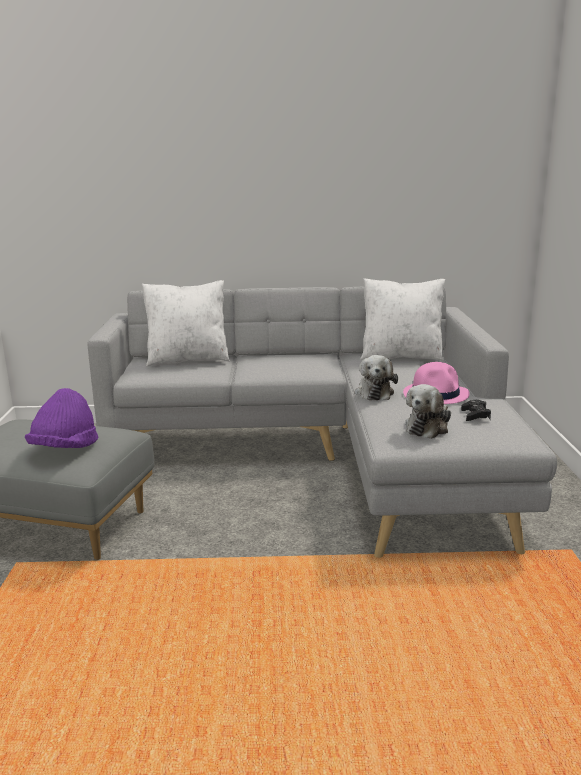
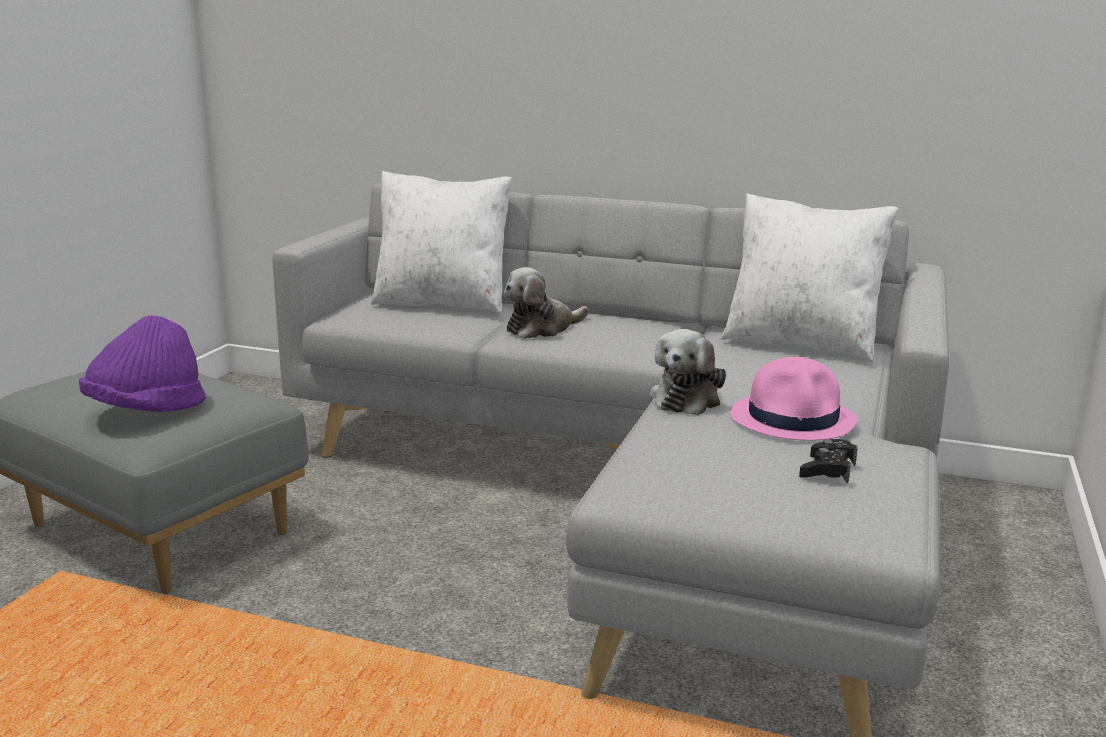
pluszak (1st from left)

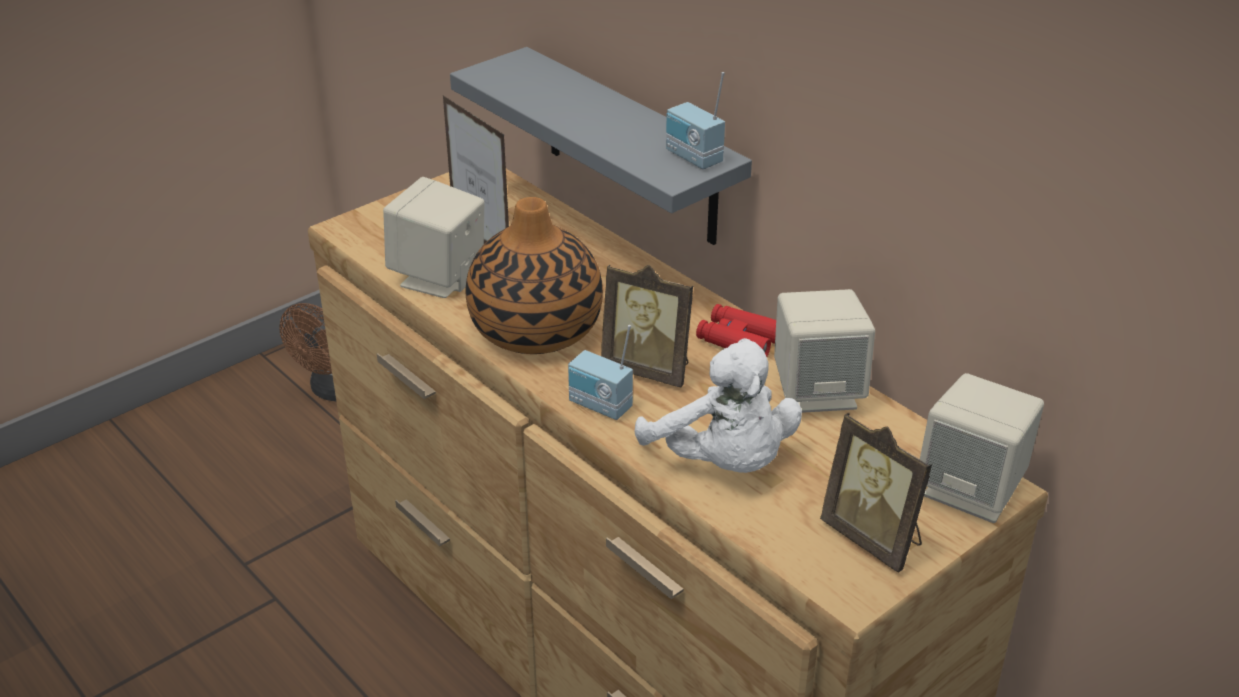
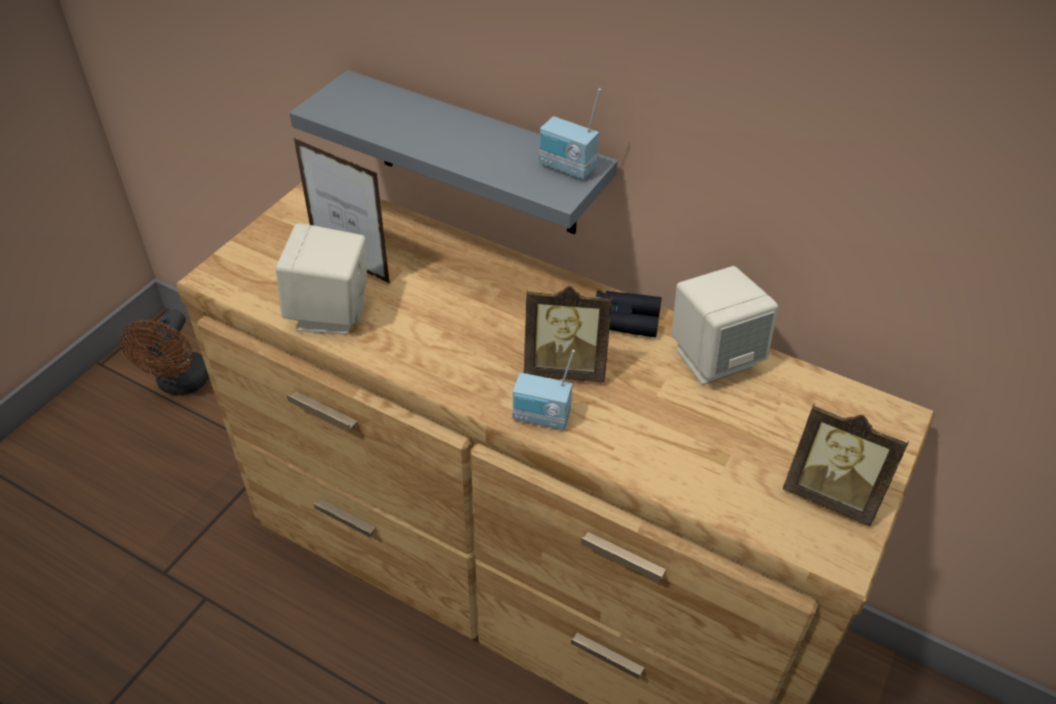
wazon
pluszak [biały]
lornetka [czarny]
głośnik [beżowy] (3rd from left in the first image)

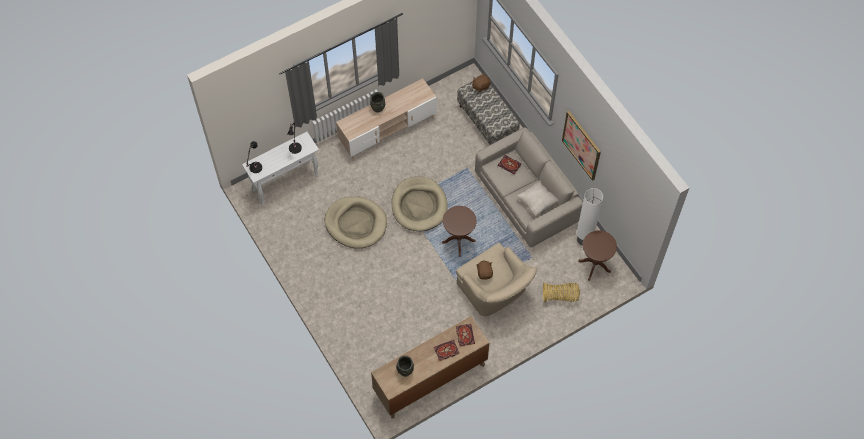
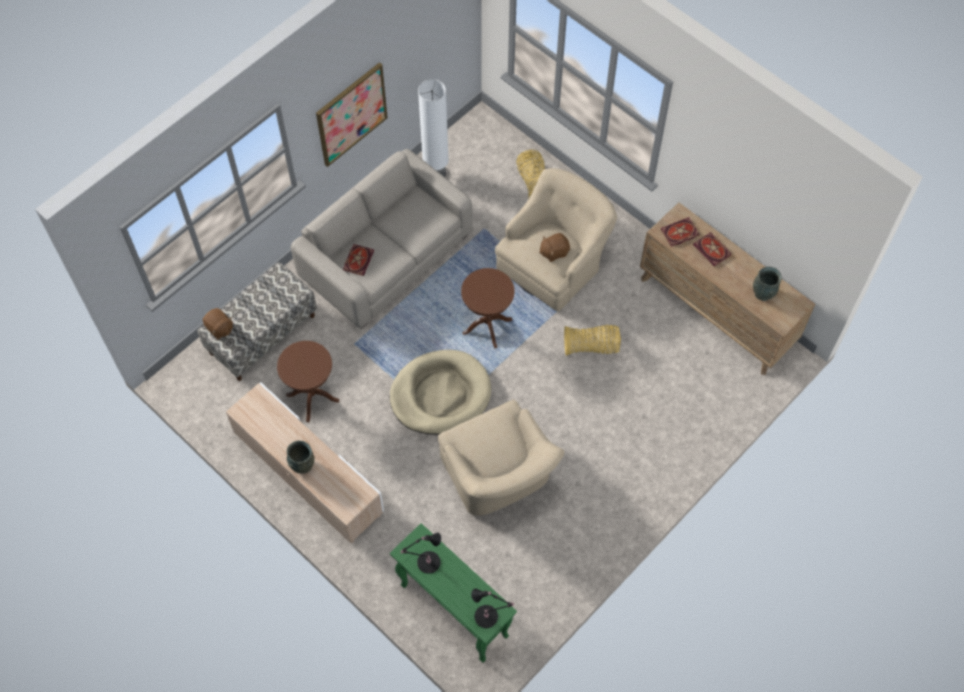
stolik konsolowy [zielony]
fotel [beżowy] (1st from left)
poduszka [beżowy]
stolik [brązowy] (1st from left)
koszyk (2nd from left)

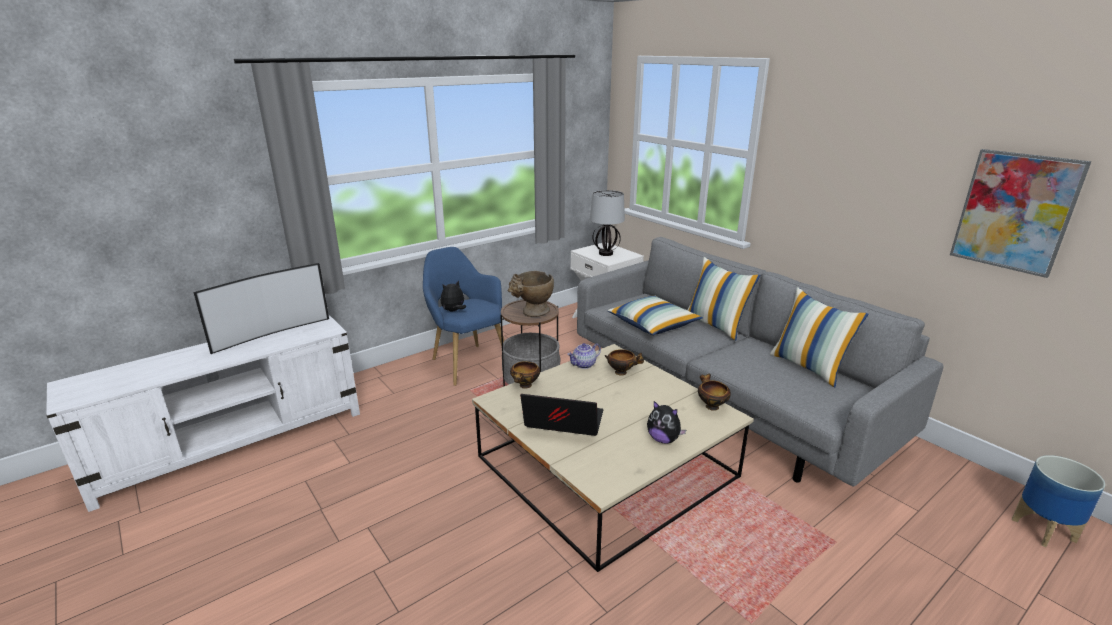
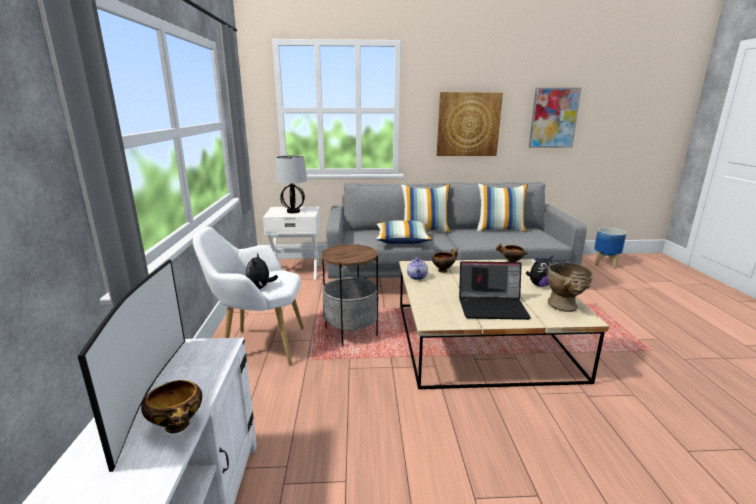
fotel [biały]
wazon [beżowy]
miska (1st from left)
laptop
obraz (1st from left)

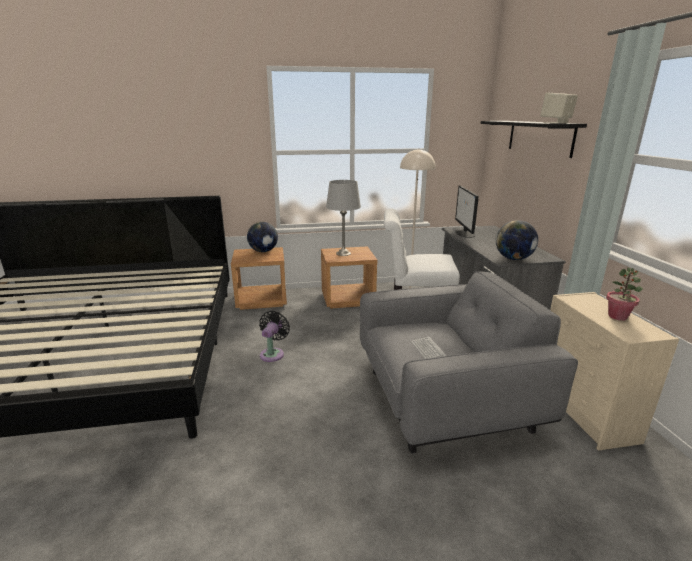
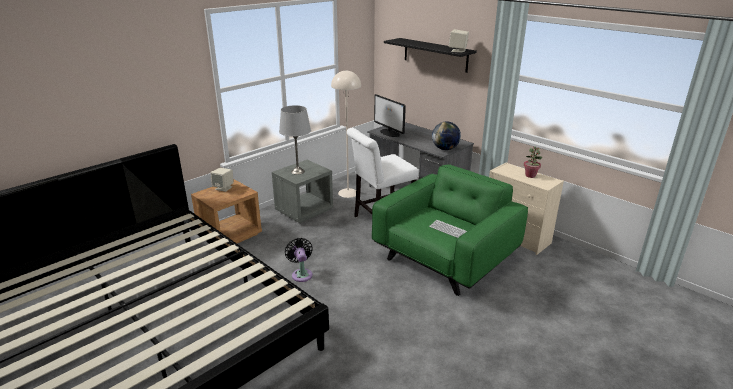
głośnik [beżowy] (1st from left)
szafka nocna [szary]
fotel [zielony]

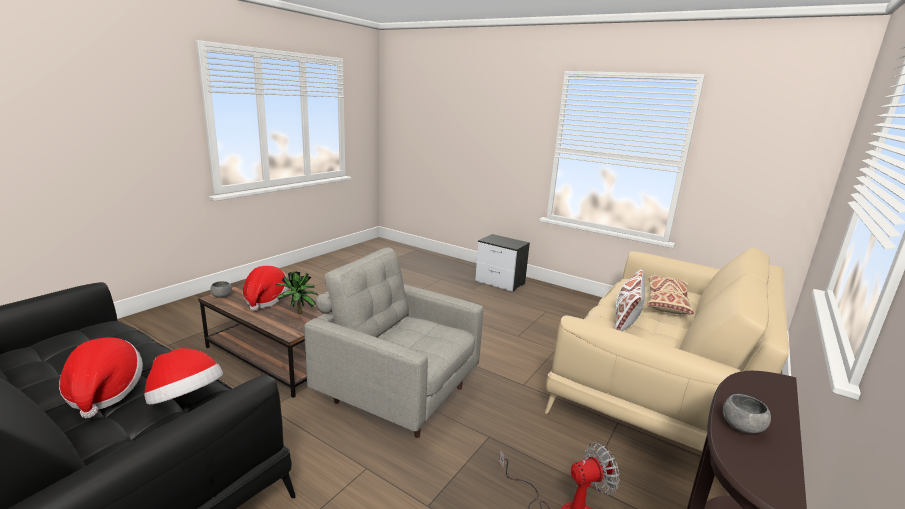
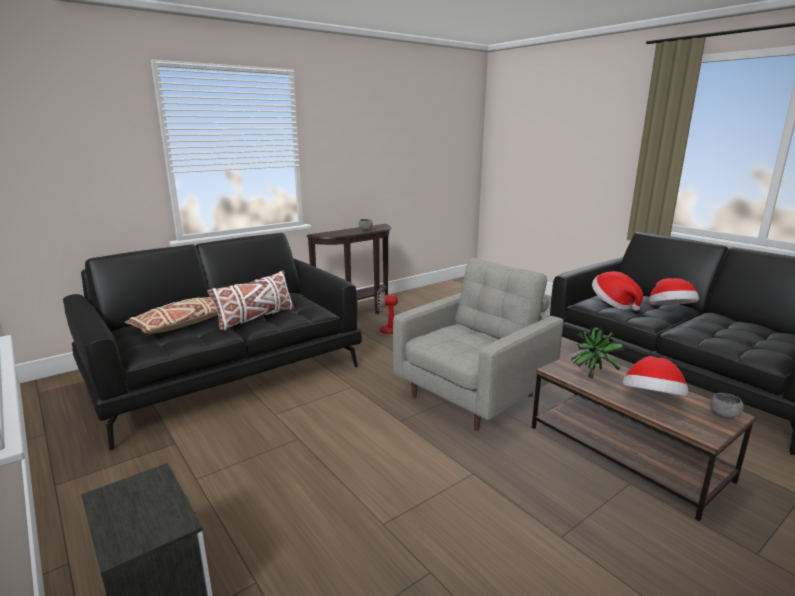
fotel [szary]
kanapa [czarny] (1st from left)

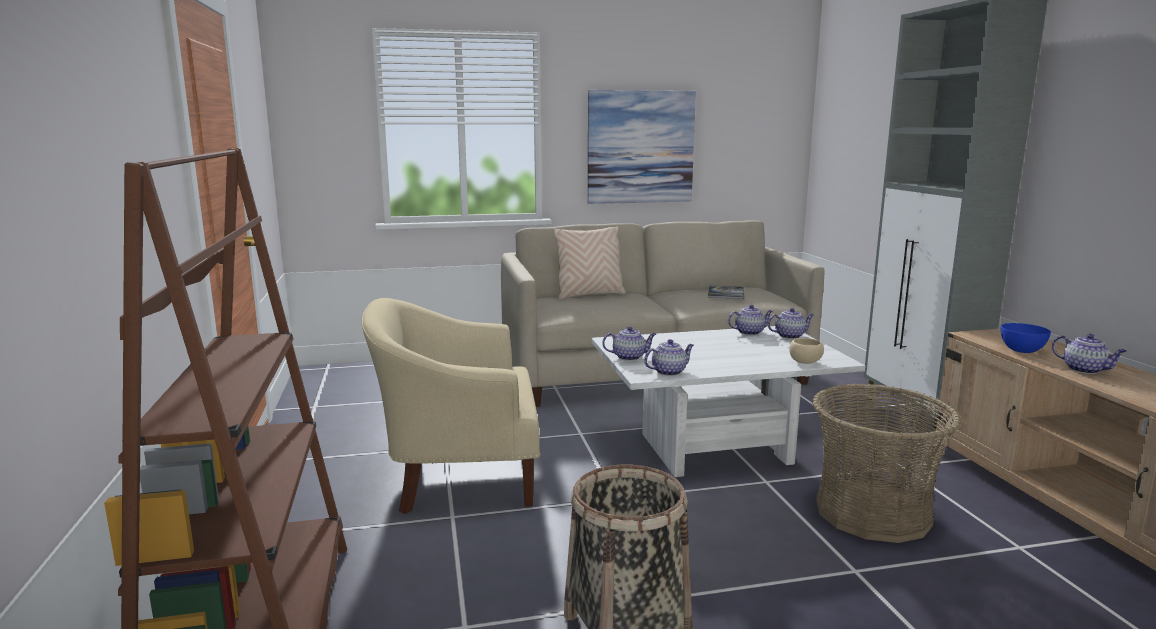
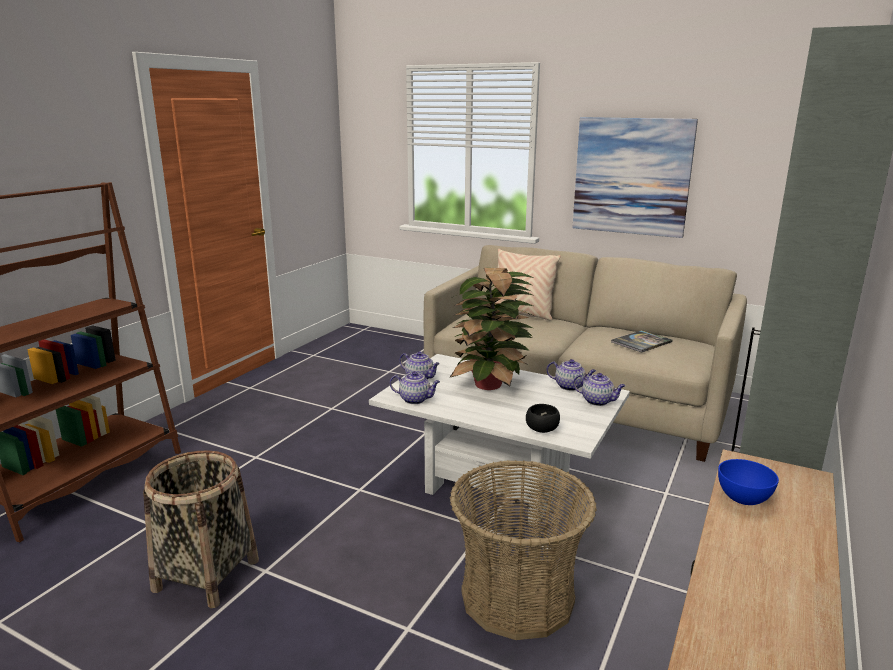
fotel [beżowy]
miska [czarny]
imbryk (5th from left in the first image)
roślina doniczkowa

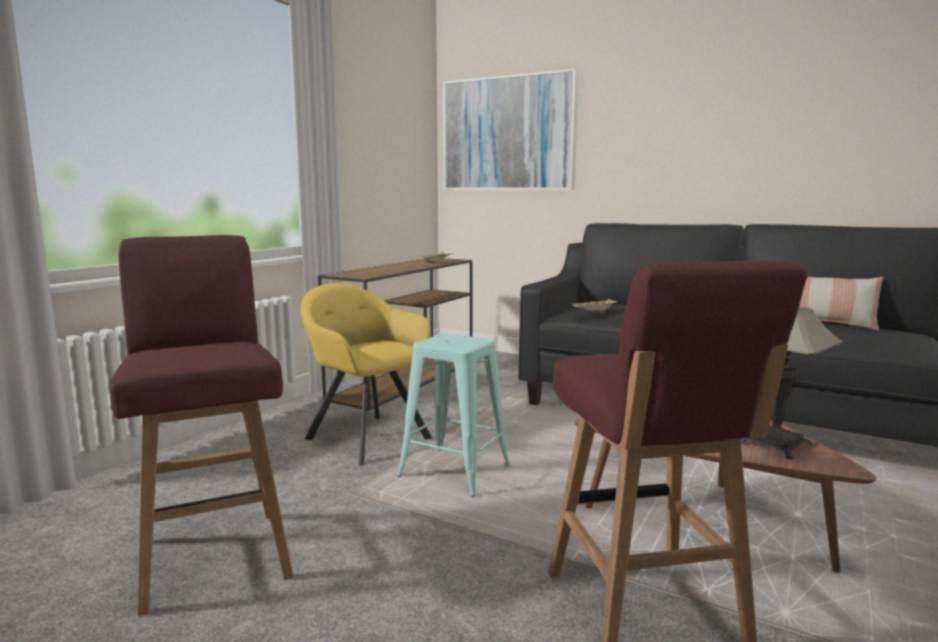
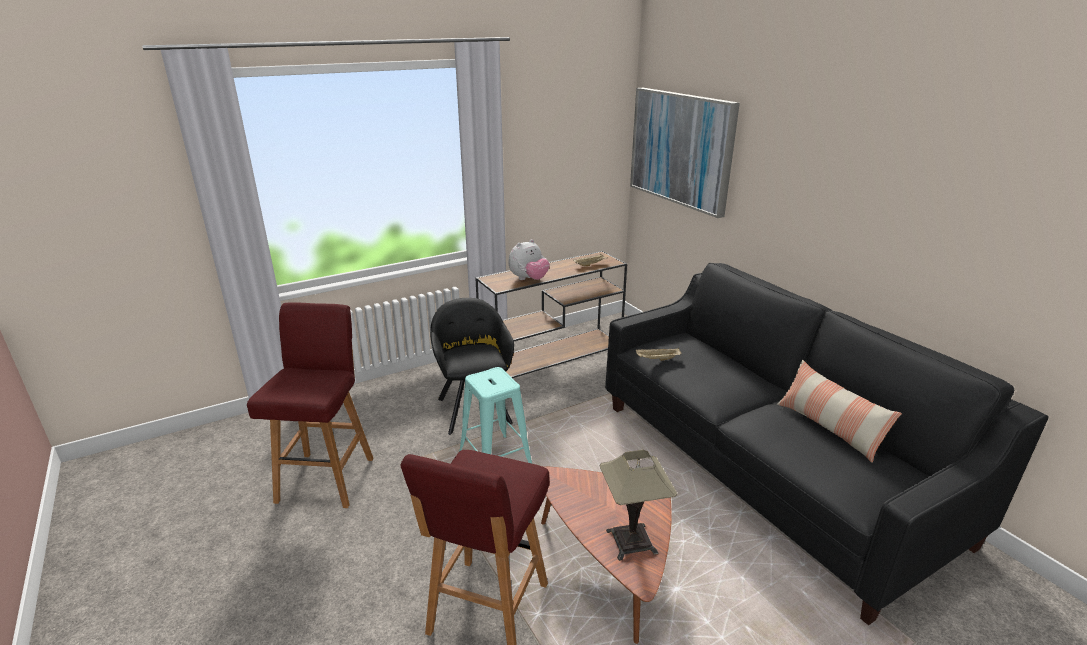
fotel [czarny]
pluszak

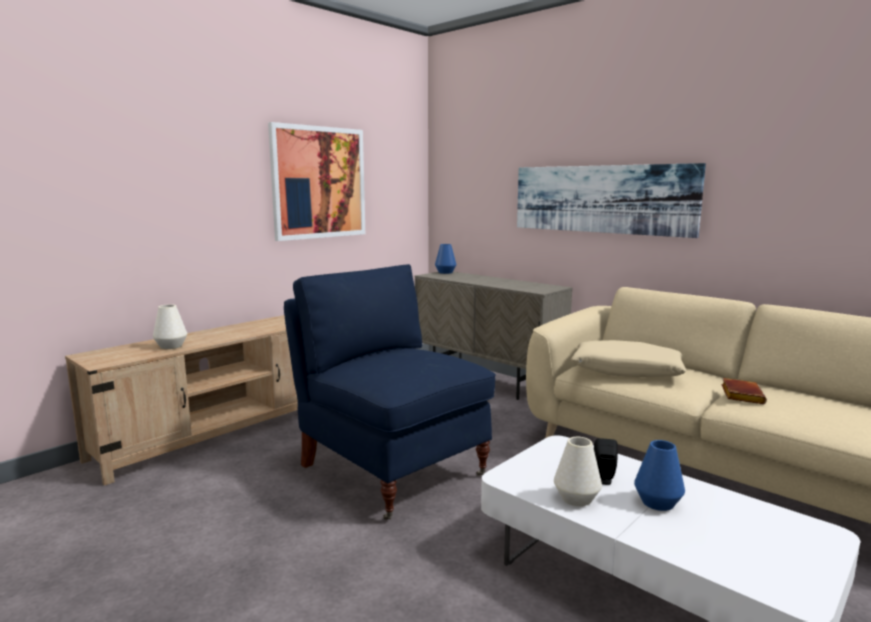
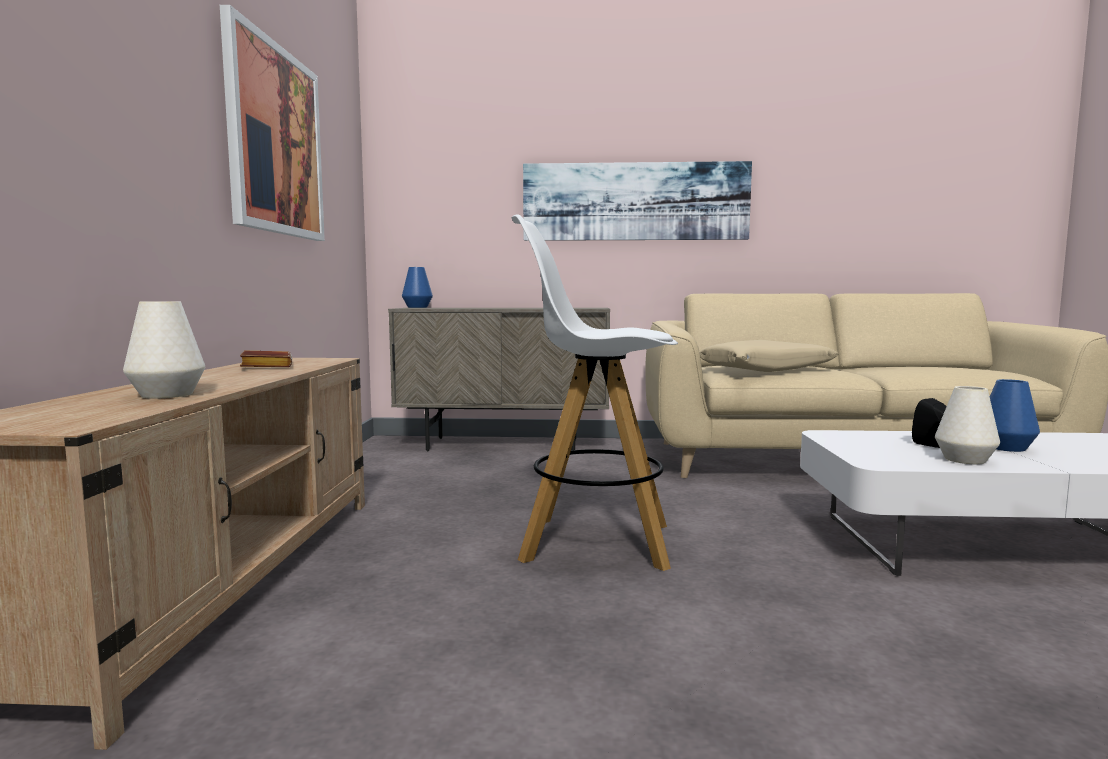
stołek [biały]
książka [brązowy]

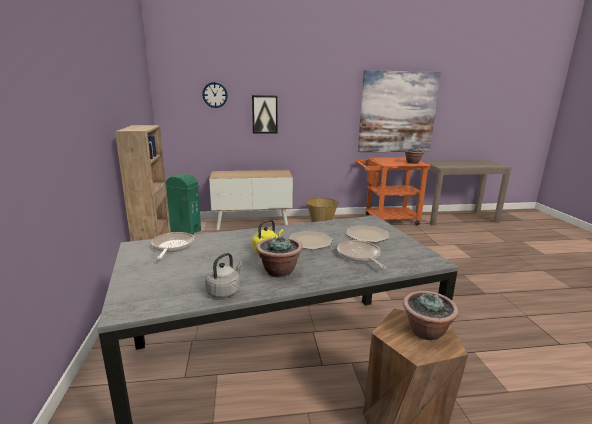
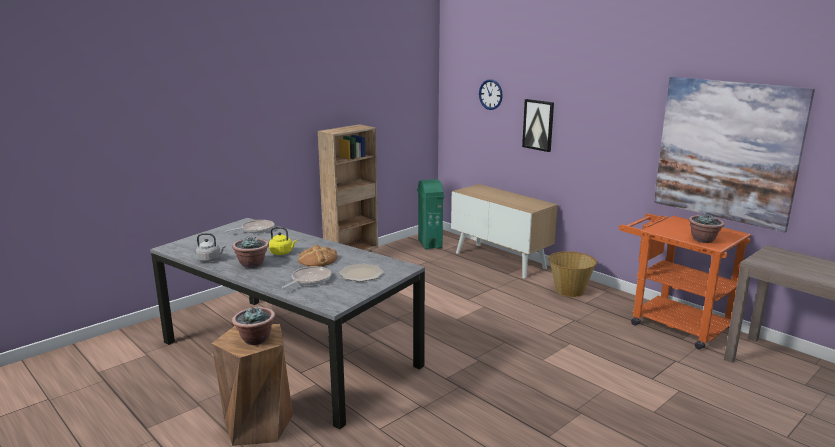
chleb

